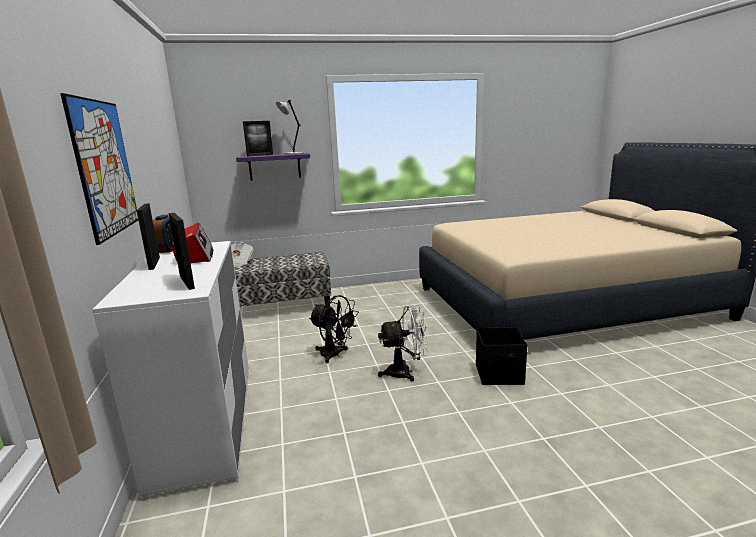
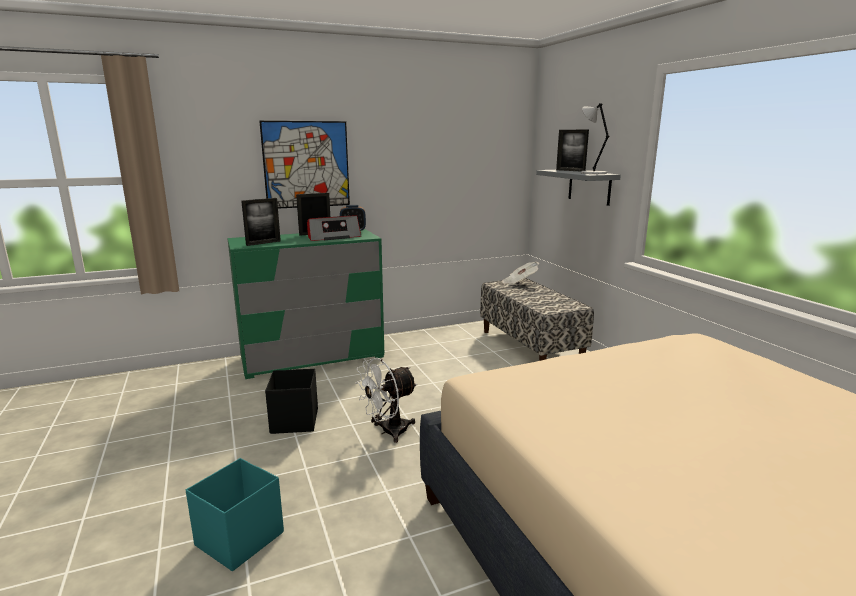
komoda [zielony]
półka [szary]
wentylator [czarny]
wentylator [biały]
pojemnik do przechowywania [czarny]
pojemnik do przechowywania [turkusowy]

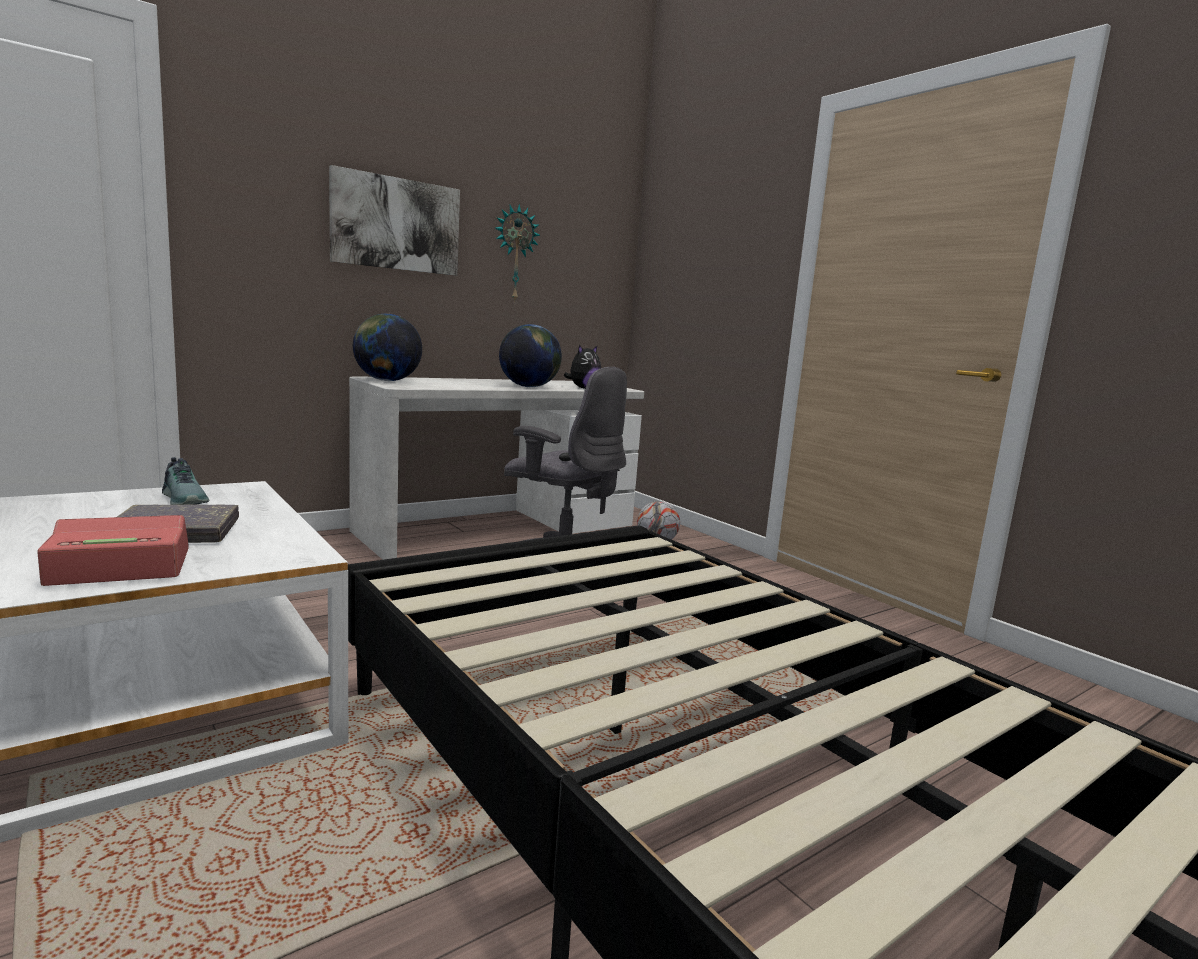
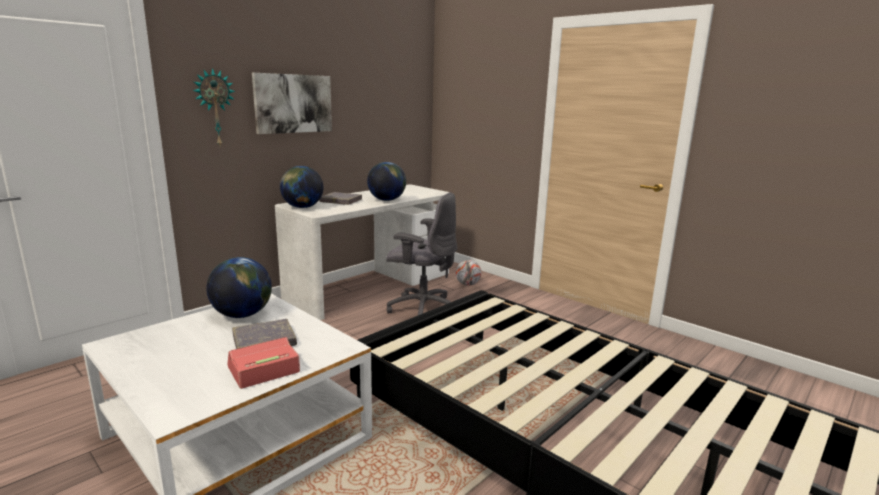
globus (1st from left)
zegar ścienny
pluszak
książka [szary] (2nd from left)

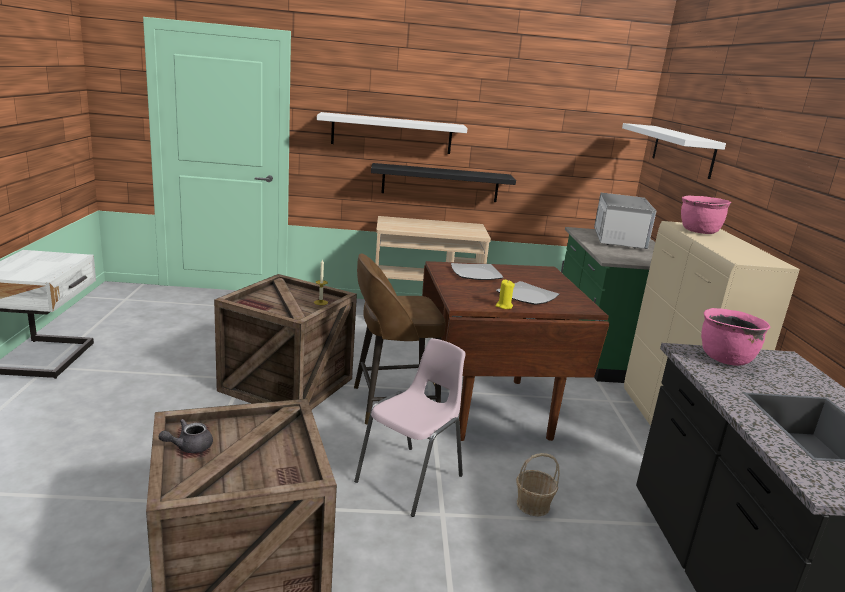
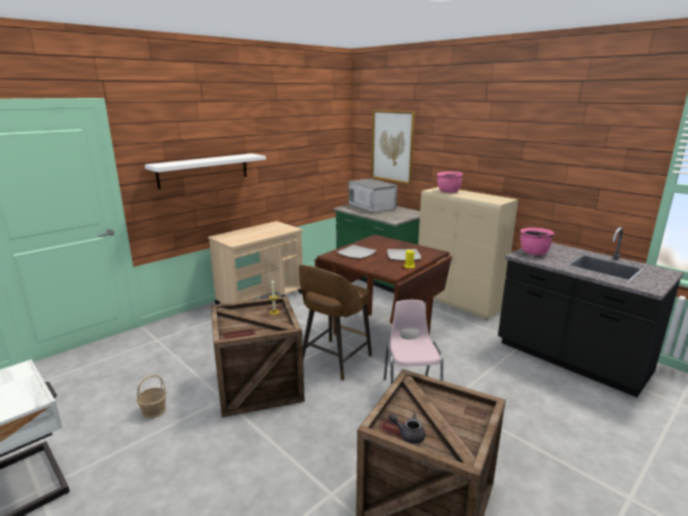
imbryk [szary]
półka [czarny]
koszyk
obraz

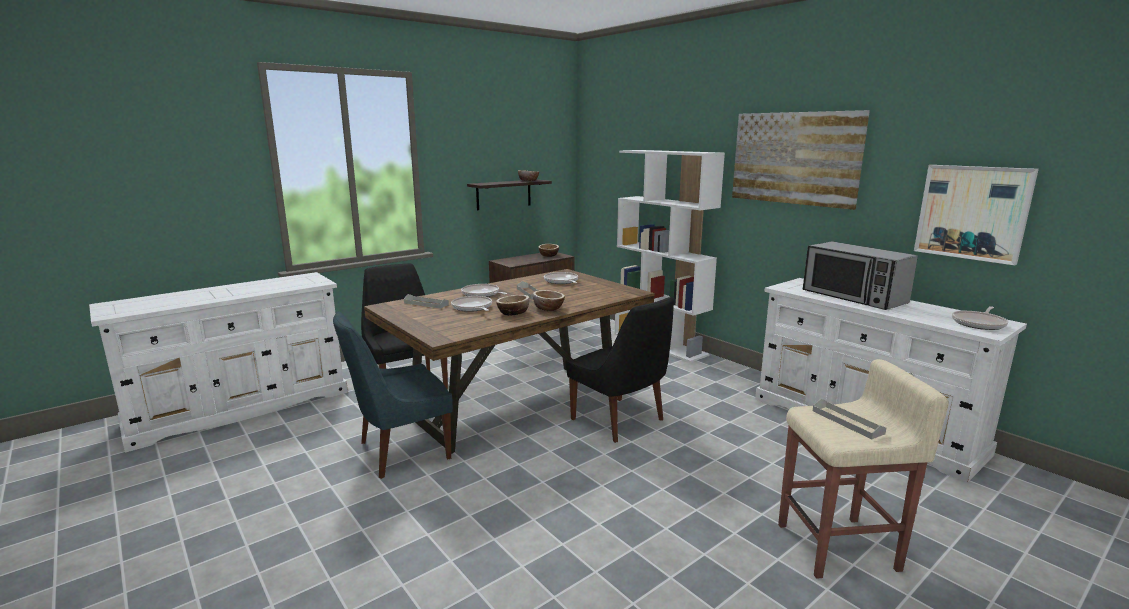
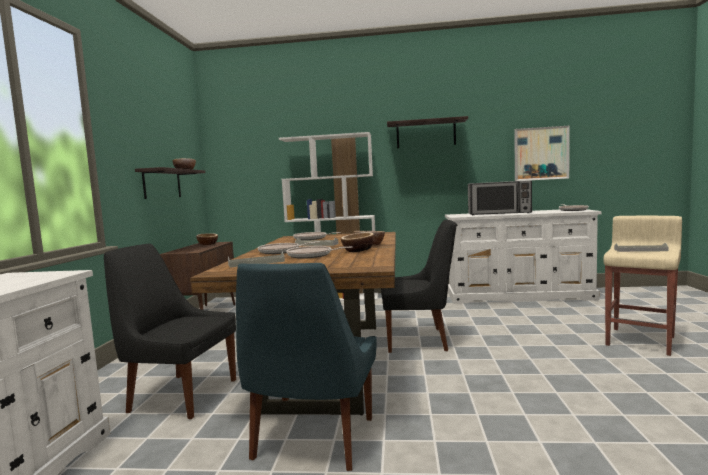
półka (2nd from left)

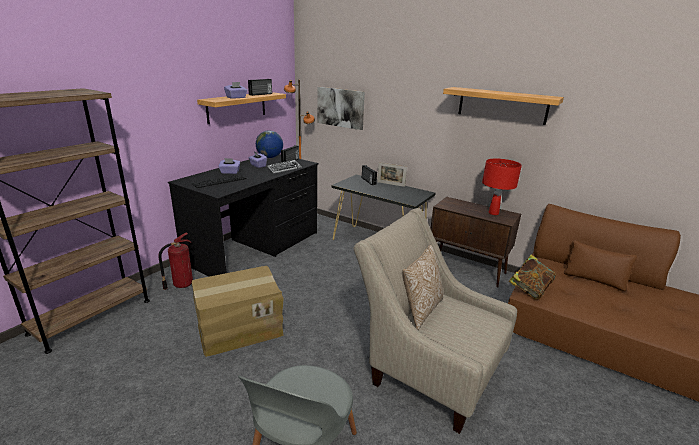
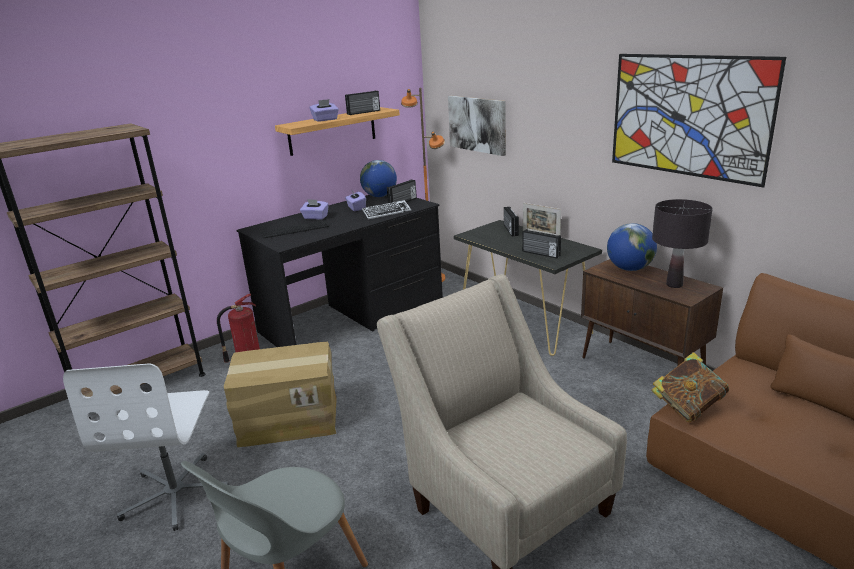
poduszka
obraz (2nd from left)
lampa stołowa [czarny]
krzesło biurowe [biały]
radio (4th from left)
globus (2nd from left)

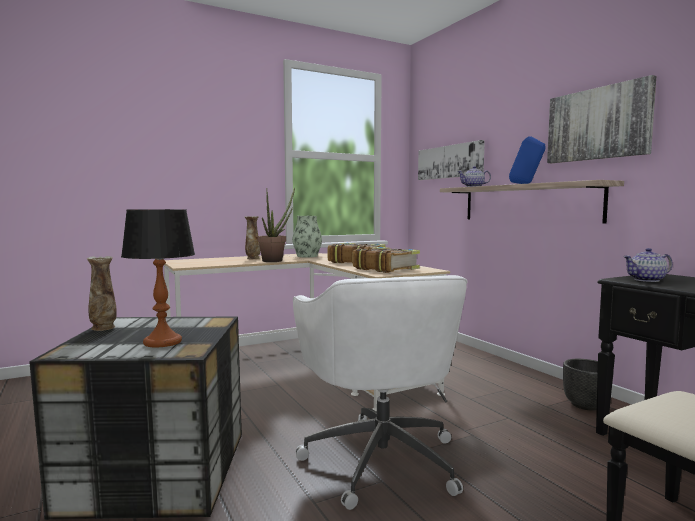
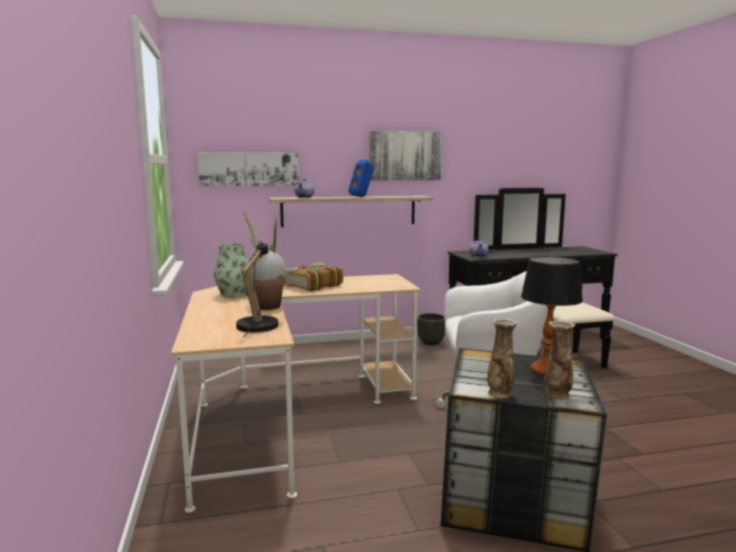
wazon (3rd from left)
książka (2nd from left in the first image)
lampa stołowa (1st from left)

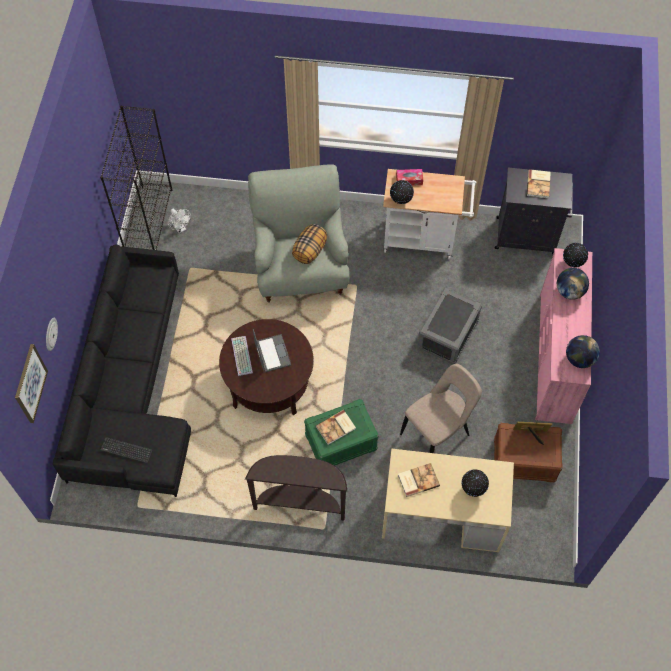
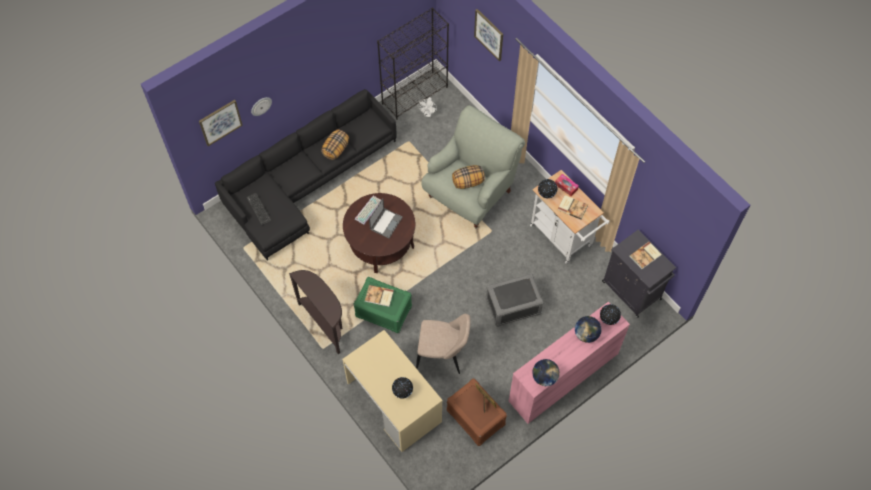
książka (2nd from left)
poduszka (1st from left)
obraz (2nd from left)

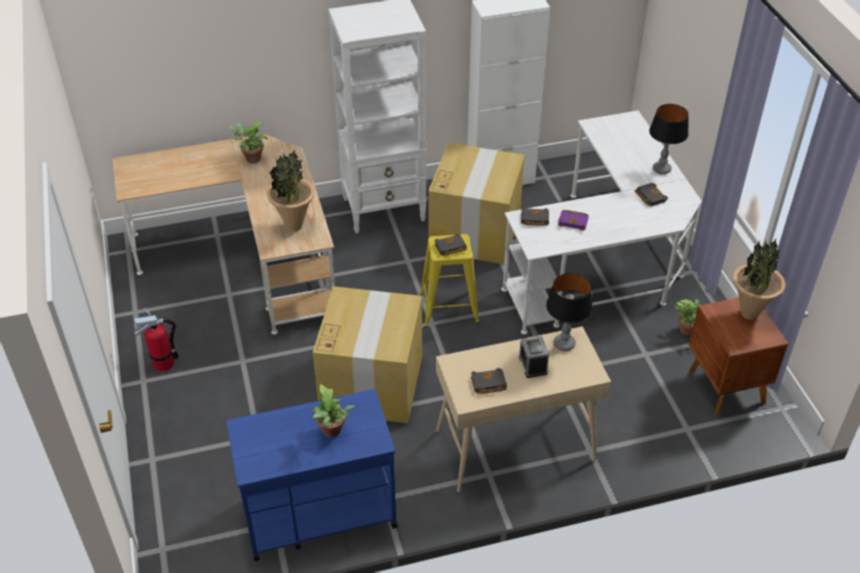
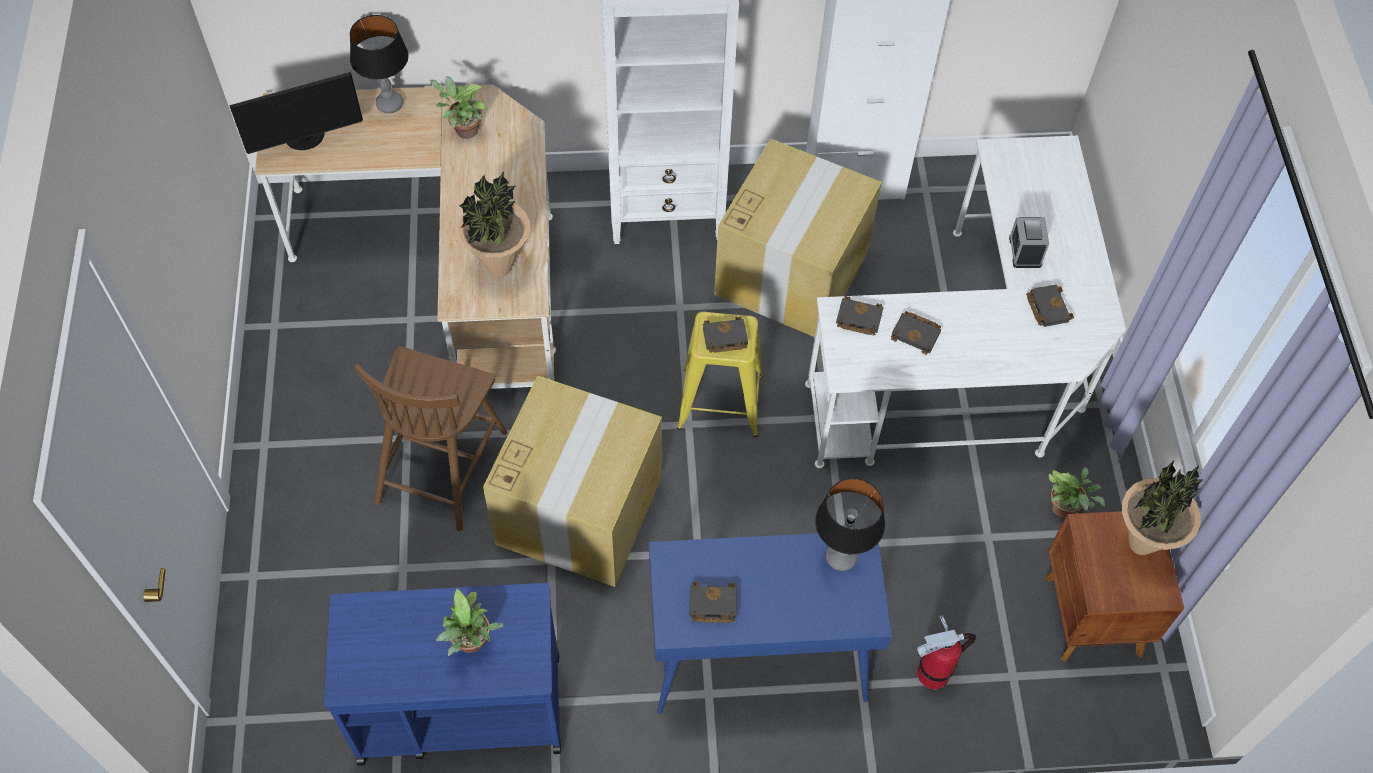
gaśnica
stolik konsolowy [niebieski]
budzik
książka [czarny] (4th from left)
lampa stołowa (1st from left)
monitor
krzesło [brązowy]

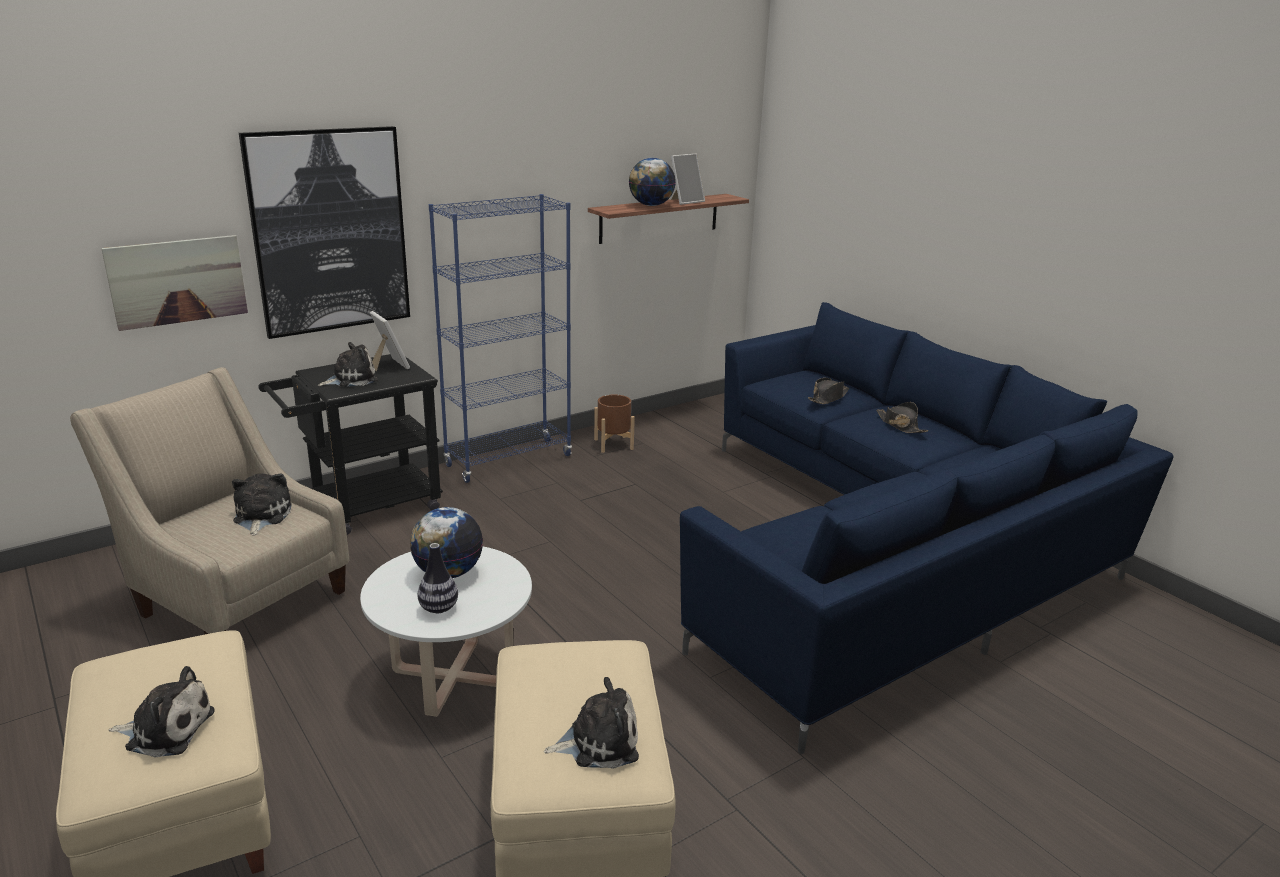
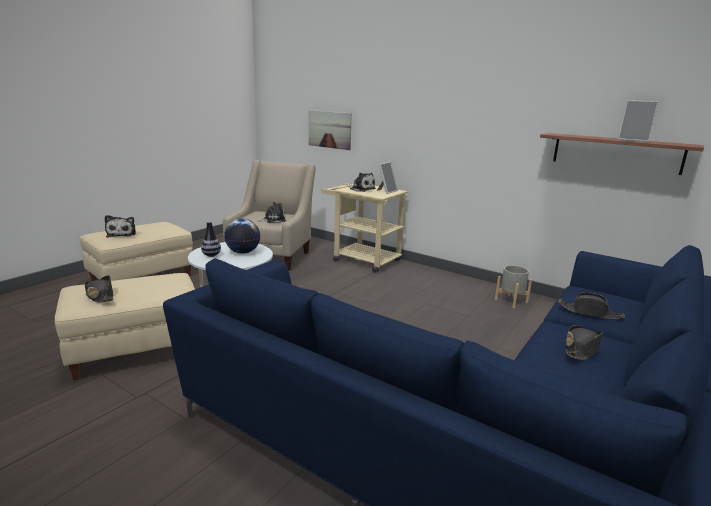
obraz (2nd from left in the first image)
wózek [beżowy]
regał [niebieski]
kapelusz [czarny] (1st from left)
donica [szary]
globus (2nd from left in the first image)

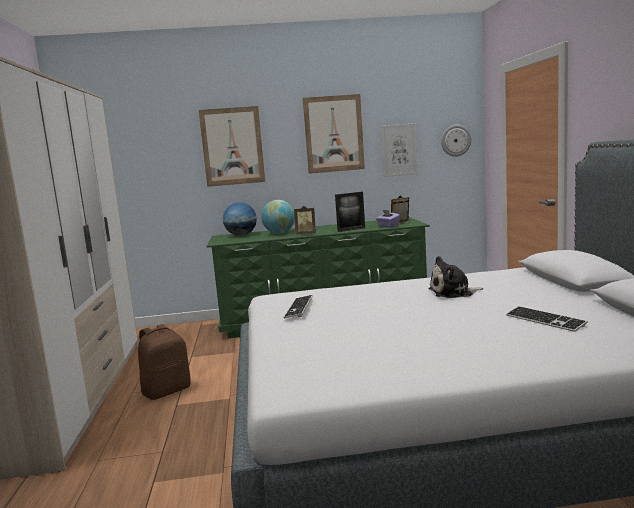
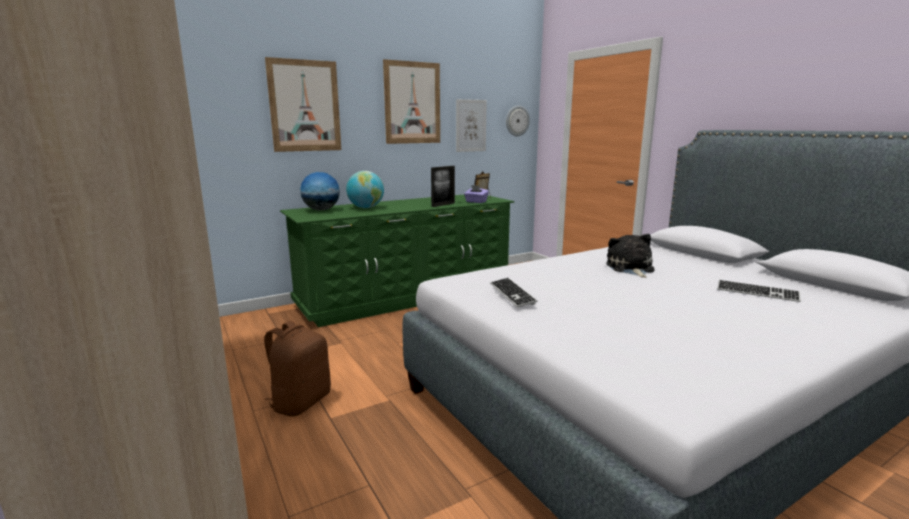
ramka na zdjęcie (1st from left in the first image)
pluszak

